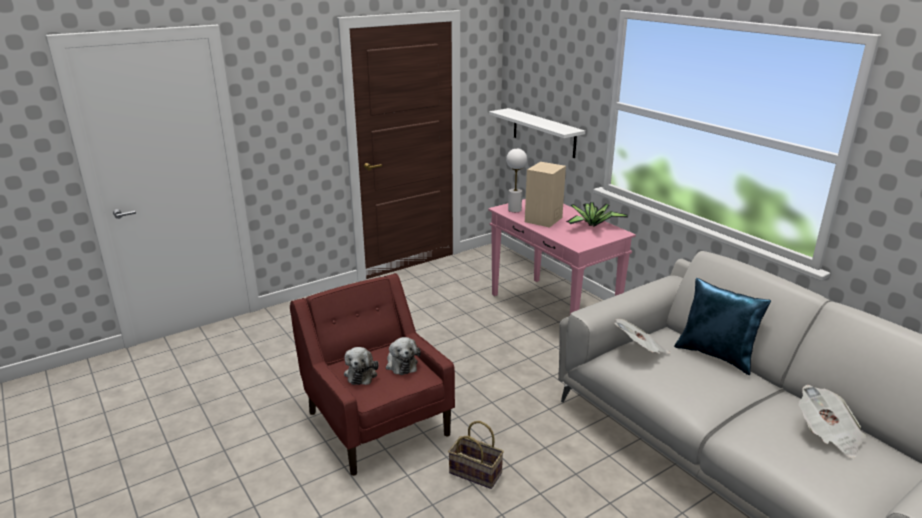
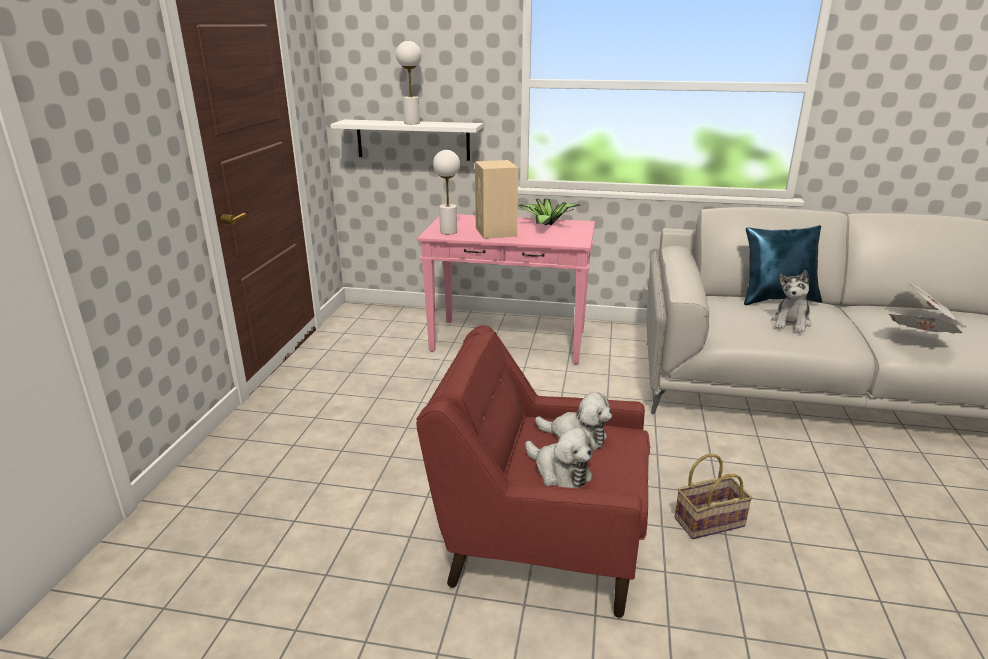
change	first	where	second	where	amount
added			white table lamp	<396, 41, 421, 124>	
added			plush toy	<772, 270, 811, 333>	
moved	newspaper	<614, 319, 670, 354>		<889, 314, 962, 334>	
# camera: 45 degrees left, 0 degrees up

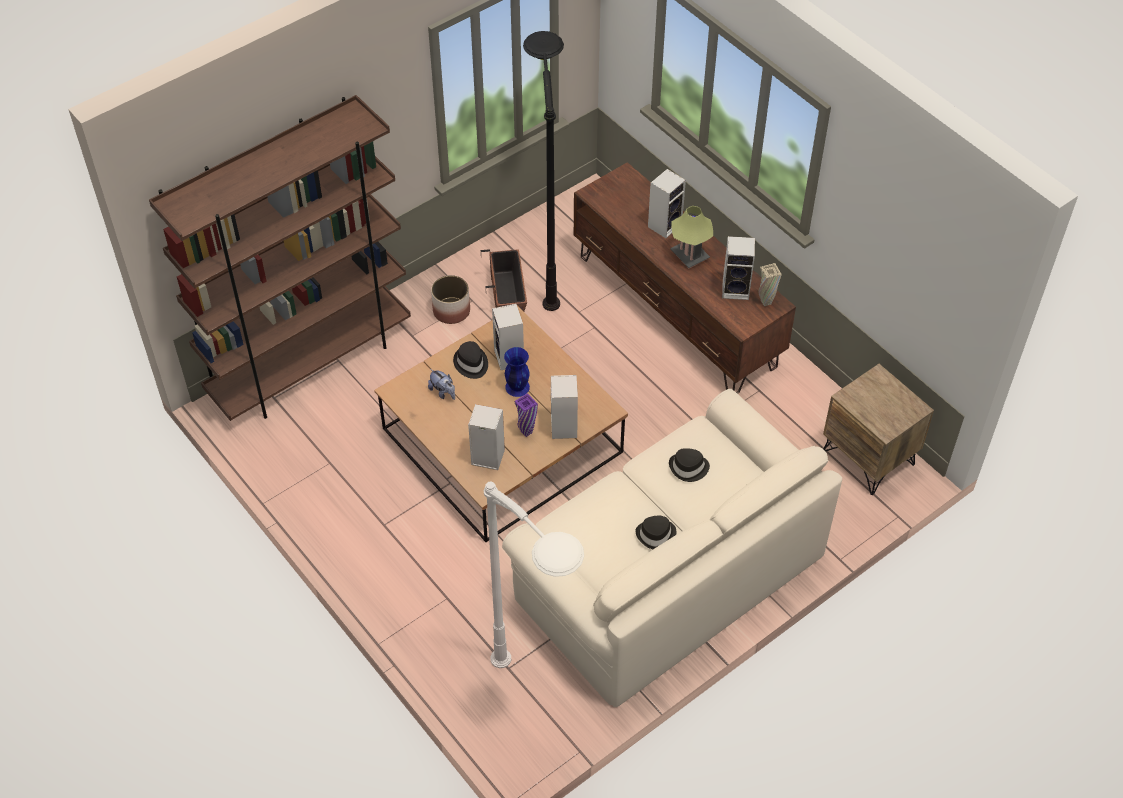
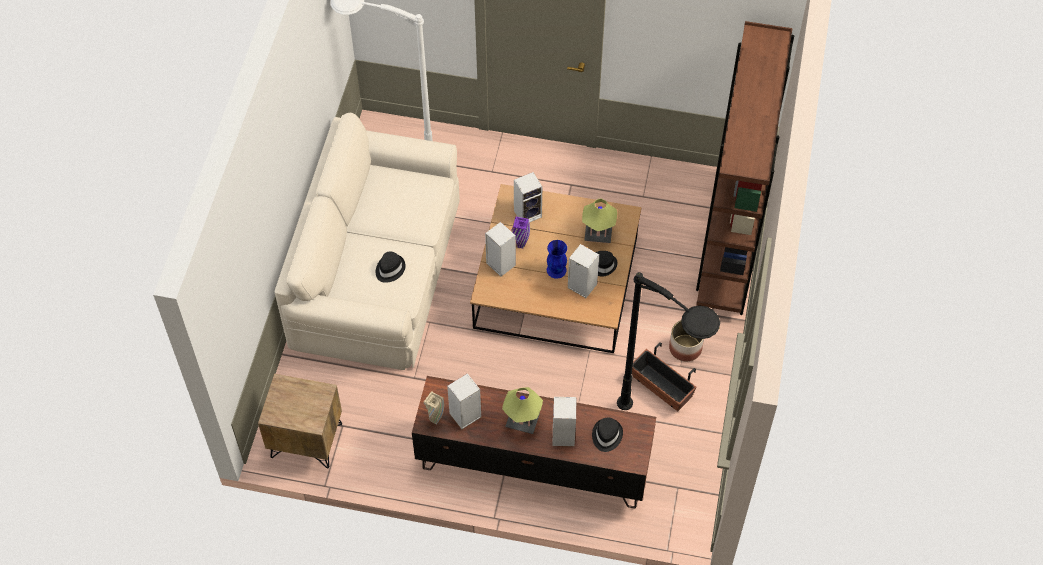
change	first	where	second	where	amount
replaced	plush toy	<428, 369, 455, 400>	table lamp	<582, 198, 617, 243>	
moved	black hat	<635, 516, 676, 549>		<592, 418, 623, 452>	
# camera: 140 degrees right, 5 degrees up

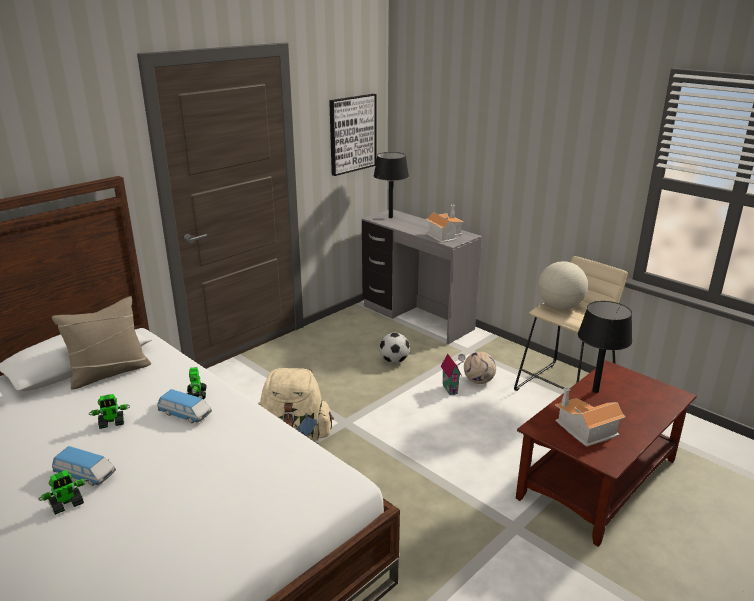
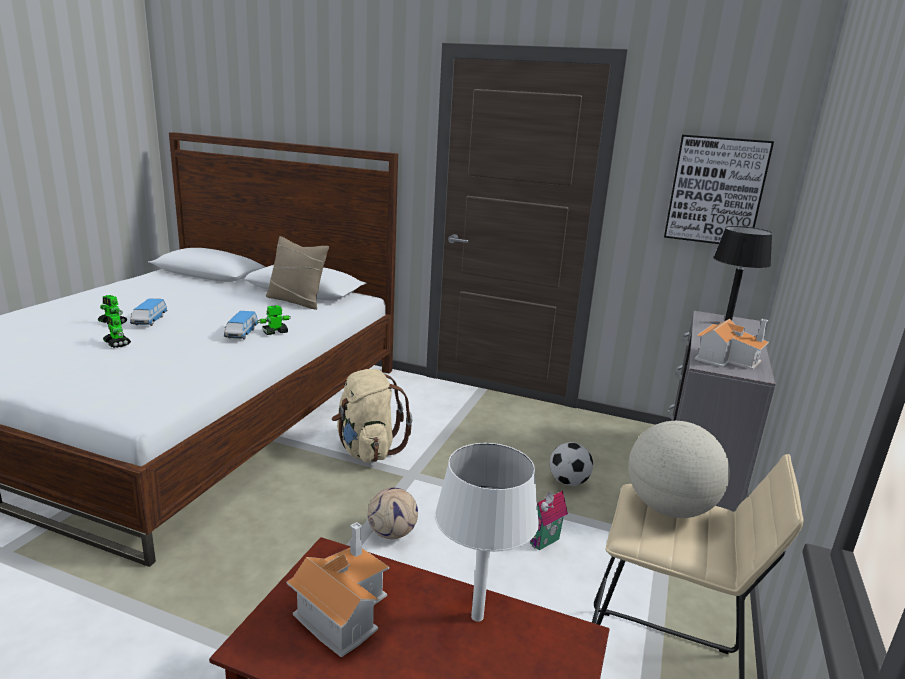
change	first	where	second	where	amount
moved	toy robot	<89, 394, 130, 429>		<103, 314, 131, 348>	
moved	football	<464, 352, 496, 384>		<368, 488, 418, 539>	
recoloured	black table lamp	<578, 301, 632, 393>	white table lamp	<435, 443, 539, 622>	
# camera: 65 degrees right, 5 degrees down

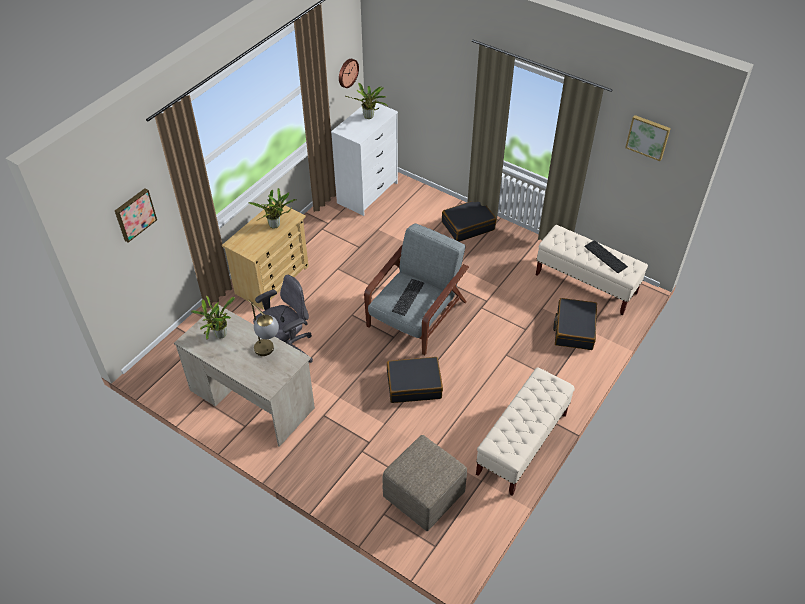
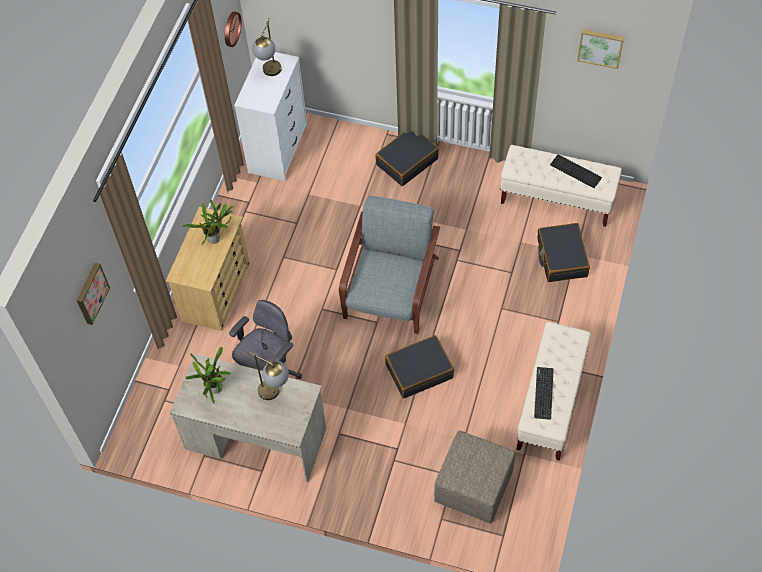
change	first	where	second	where	amount
replaced	potted plant	<346, 83, 388, 119>	table lamp	<252, 18, 282, 76>	
moved	keyboard	<392, 279, 424, 316>		<534, 367, 554, 420>	
# camera: 15 degrees left, 10 degrees up

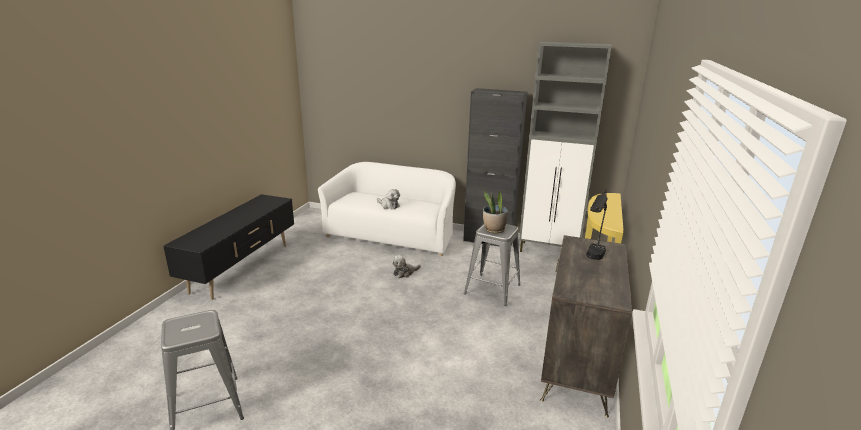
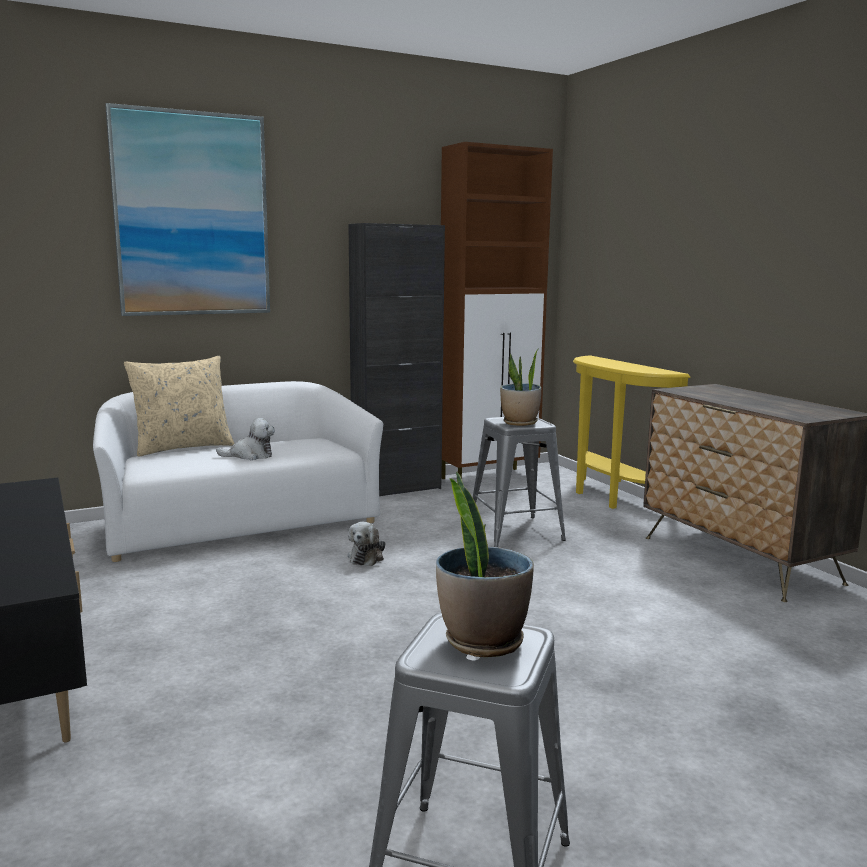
change	first	where	second	where	amount
added			picture	<105, 103, 270, 316>	
added			beige pillow	<124, 356, 235, 457>	
added			potted plant	<436, 472, 534, 657>	
recoloured	grey cabinet	<519, 42, 612, 252>	brown cabinet	<441, 142, 553, 479>	
removed	black table lamp	<586, 189, 608, 260>			
# camera: 45 degrees left, 10 degrees down

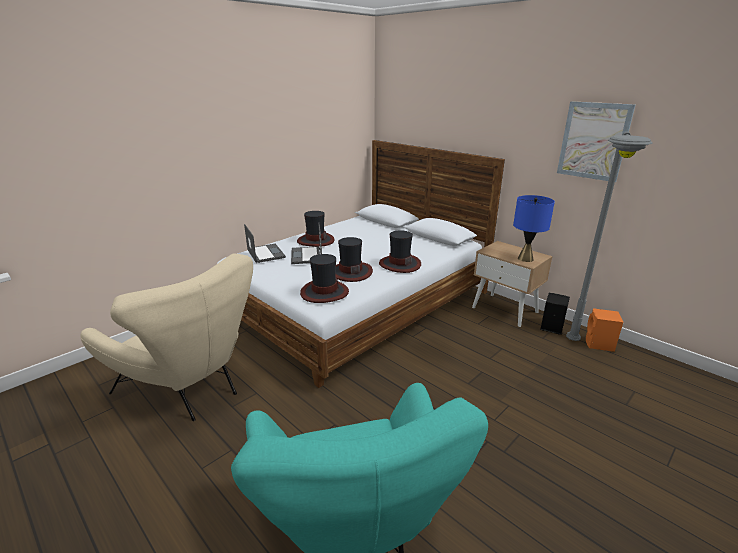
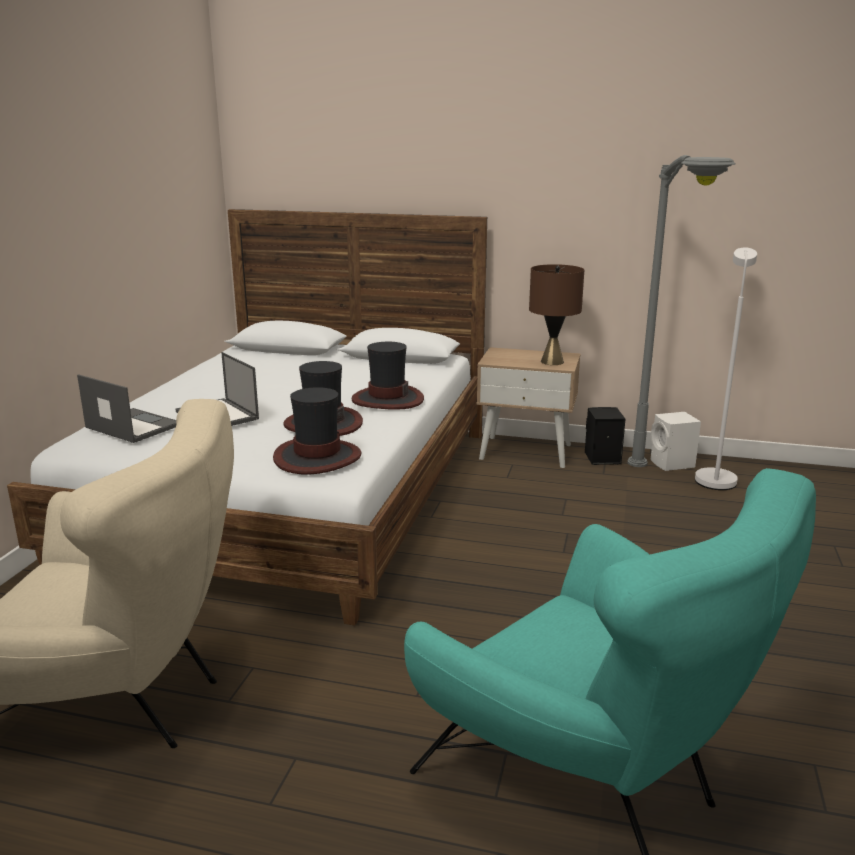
change	first	where	second	where	amount
recoloured	blue table lamp	<513, 195, 555, 262>	brown table lamp	<529, 264, 584, 365>	
recoloured	orange speaker	<586, 308, 623, 352>	white speaker	<651, 412, 701, 471>	
added			white floor lamp	<695, 247, 757, 490>	
removed	hat	<297, 211, 335, 247>			
removed	picture	<557, 101, 636, 182>			
# camera: 30 degrees left, 5 degrees down

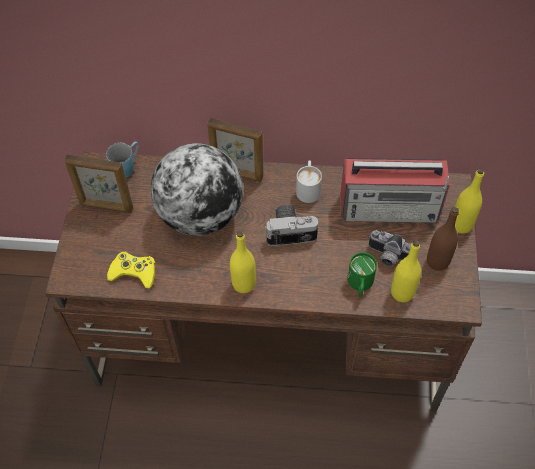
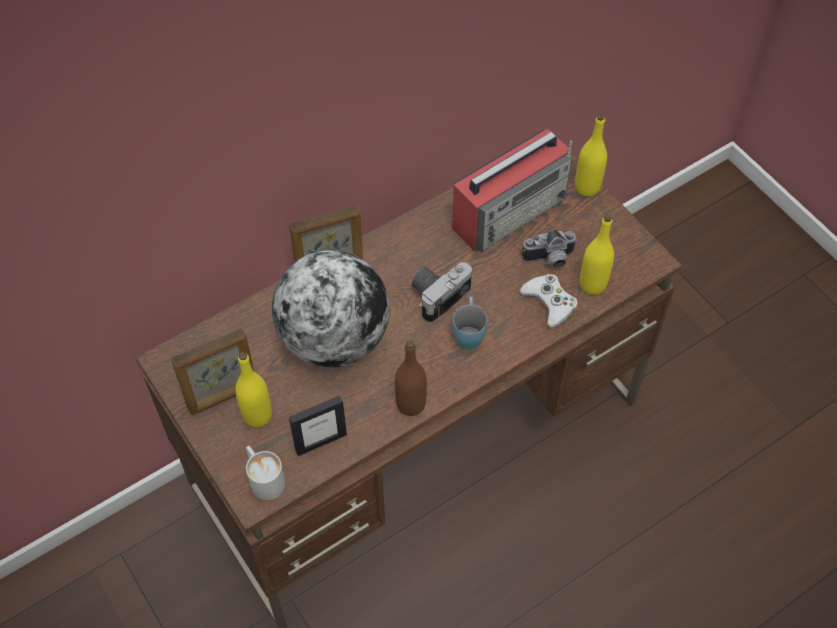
change	first	where	second	where	amount
moved	yellow bottle	<230, 231, 256, 293>		<235, 352, 272, 428>	
moved	white mug	<296, 160, 322, 203>		<246, 446, 285, 500>	
replaced	yellow game controller	<107, 252, 156, 288>	picture frame	<289, 396, 347, 456>	
moved	brown bottle	<427, 207, 459, 271>		<395, 340, 427, 416>	
moved	blue mug	<106, 141, 139, 177>		<452, 297, 488, 350>	
replaced	green mug	<347, 252, 377, 297>	white game controller	<519, 274, 578, 328>	
# camera: 40 degrees left, 0 degrees up

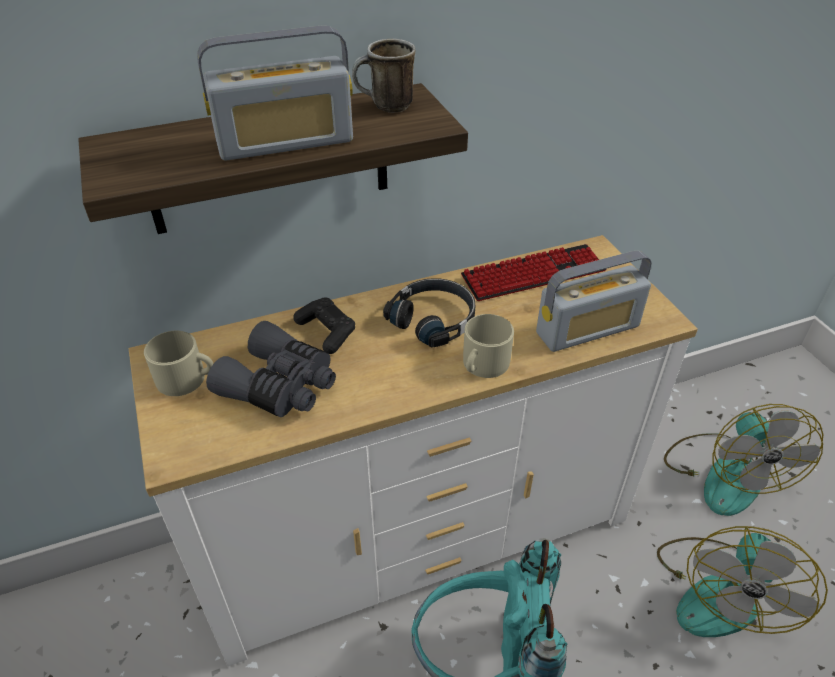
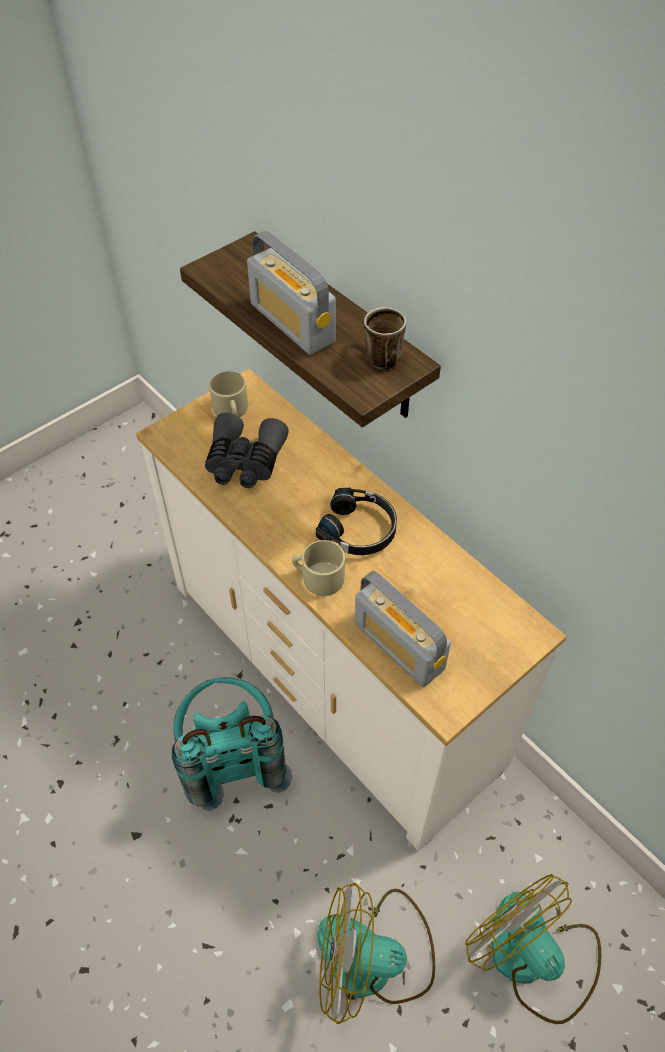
change	first	where	second	where	amount
turned	fan	<664, 404, 823, 516>		<465, 874, 601, 1024>	75 degrees clockwise
removed	black game controller	<293, 298, 355, 354>			
removed	keyboard	<461, 244, 606, 301>			
# camera: 70 degrees right, 10 degrees up

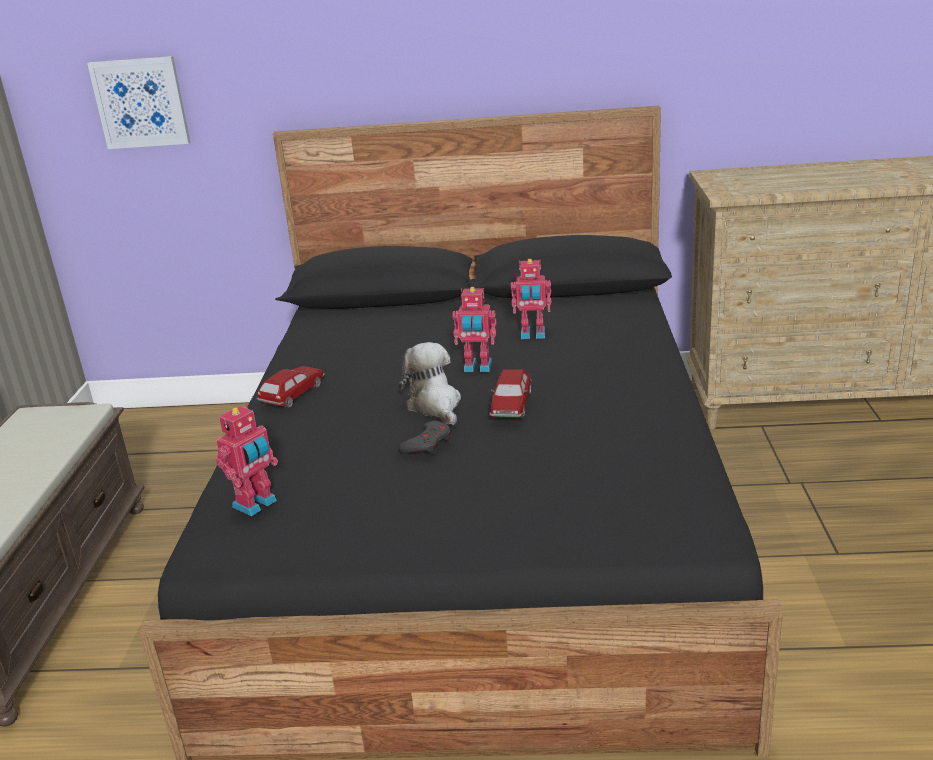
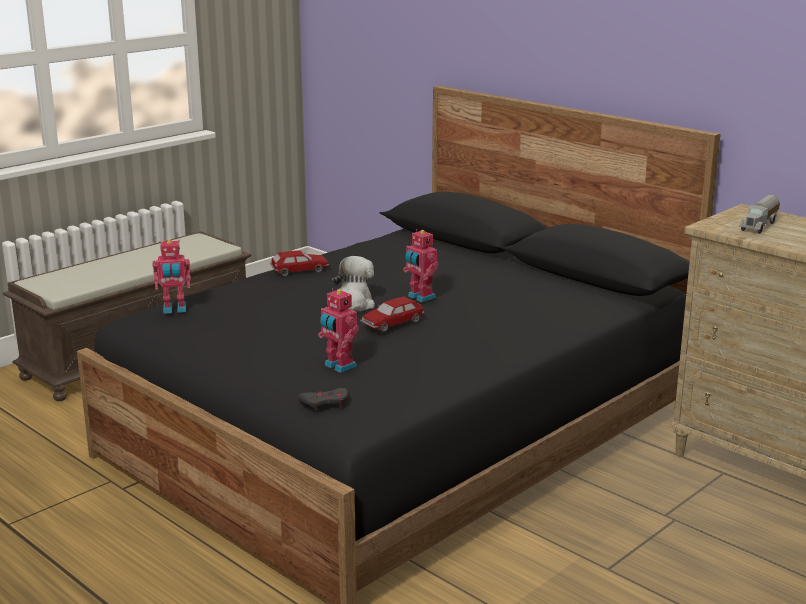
change	first	where	second	where	amount
moved	grey game controller	<399, 421, 451, 454>		<298, 388, 348, 411>	
moved	toy robot	<511, 259, 552, 339>		<318, 288, 359, 373>	
added			toy truck	<739, 195, 780, 234>	
removed	picture	<87, 56, 190, 149>			
# camera: 40 degrees right, 5 degrees down

